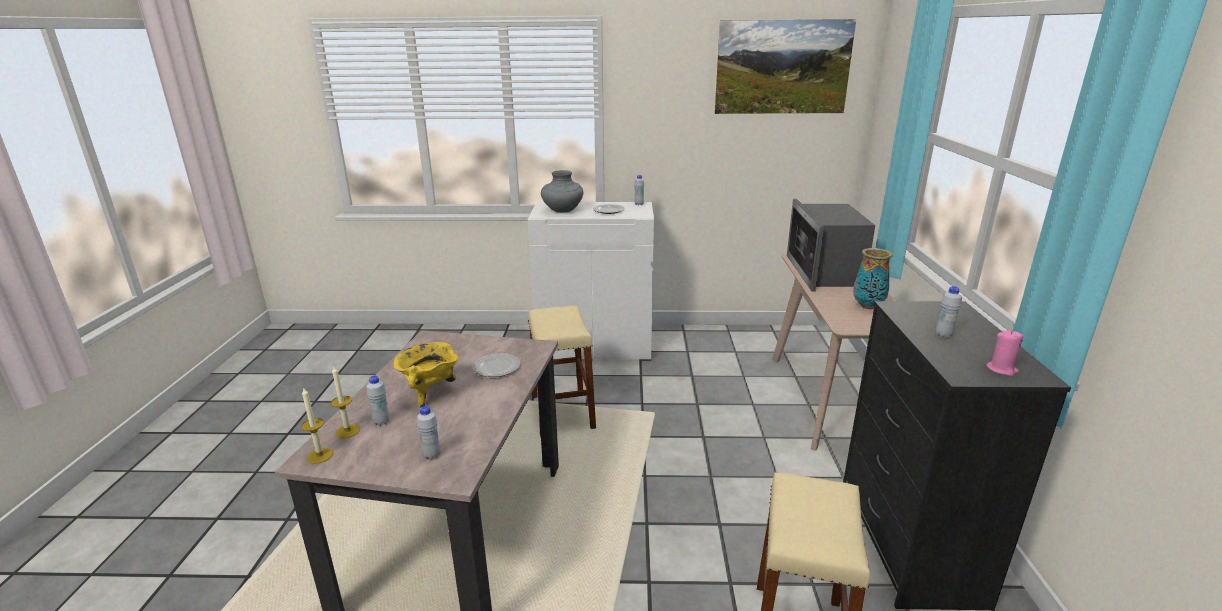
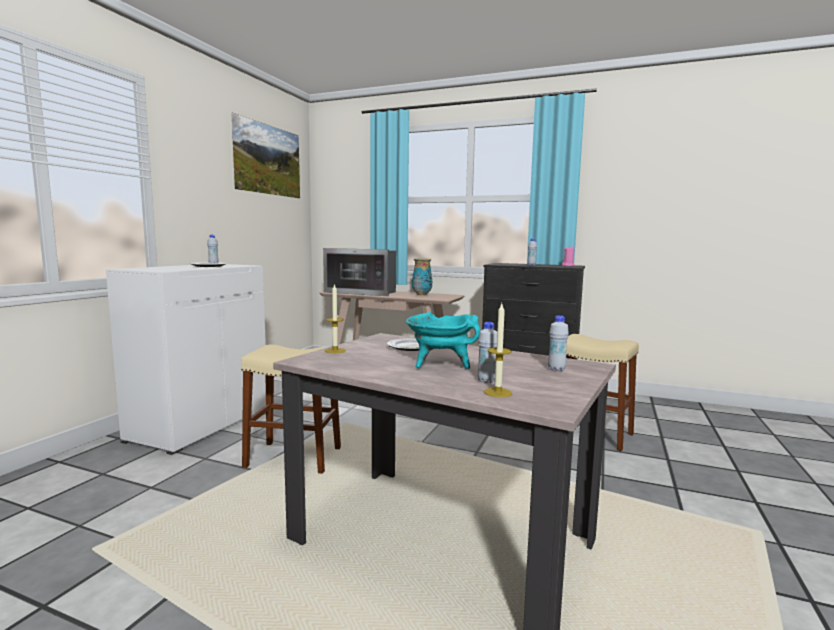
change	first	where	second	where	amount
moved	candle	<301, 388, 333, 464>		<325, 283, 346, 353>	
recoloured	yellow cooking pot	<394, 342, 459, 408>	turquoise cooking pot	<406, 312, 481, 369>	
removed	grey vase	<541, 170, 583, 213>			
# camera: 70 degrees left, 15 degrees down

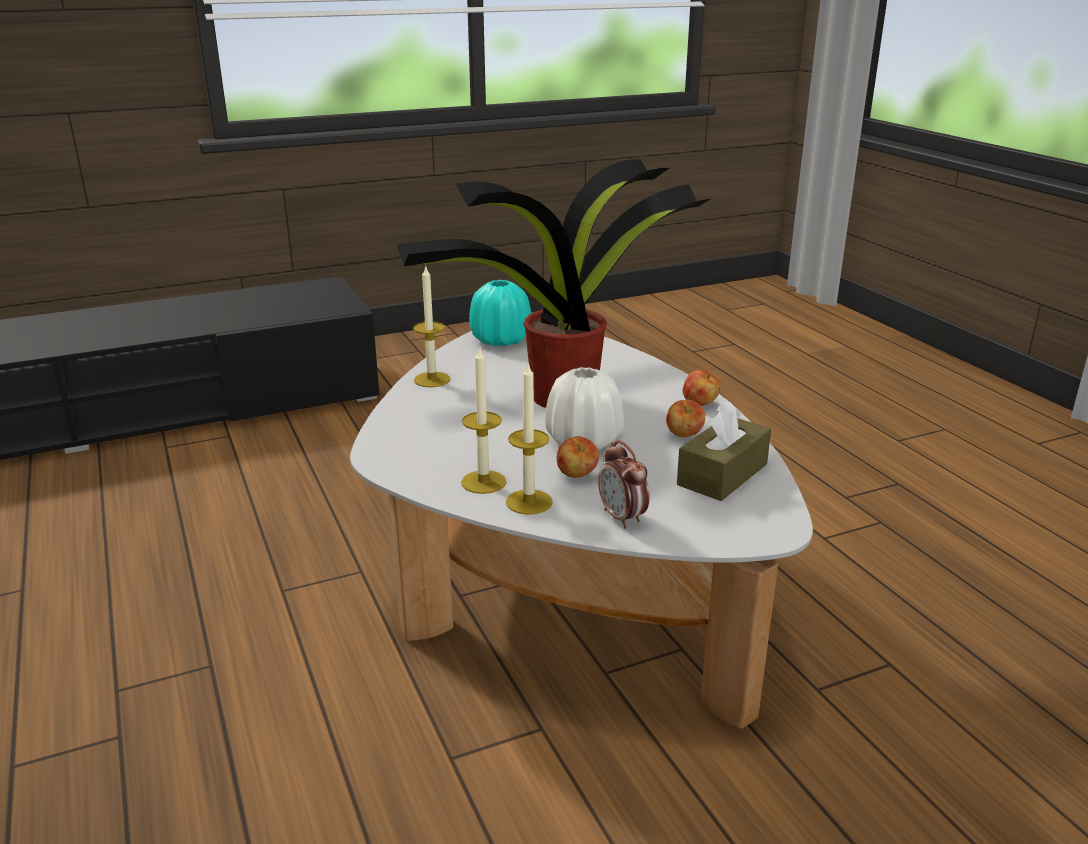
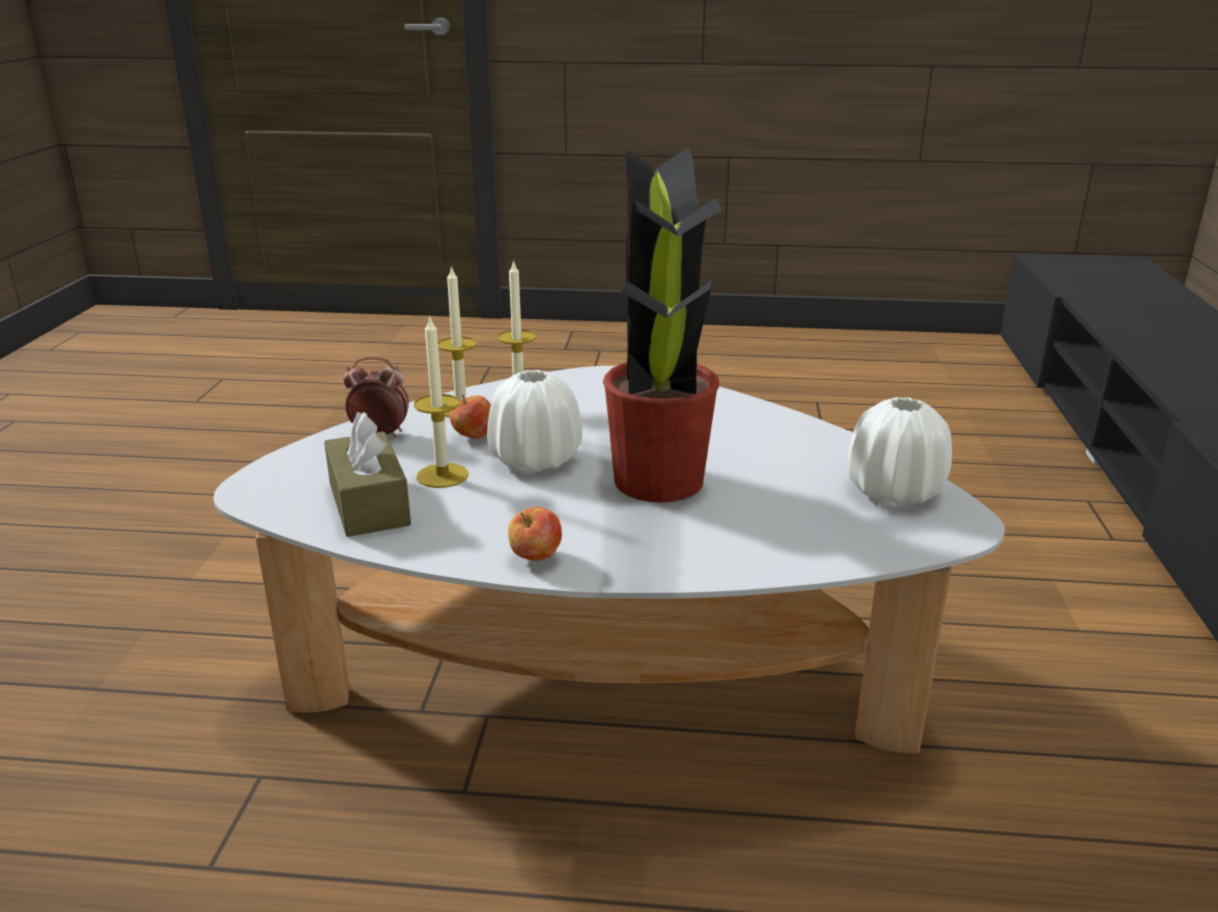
change	first	where	second	where	amount
moved	candle	<413, 265, 450, 387>		<414, 315, 468, 488>	
recoloured	turquoise vase	<469, 280, 531, 346>	white vase	<848, 397, 952, 506>	
removed	apple	<666, 400, 705, 437>			
# camera: 120 degrees right, 0 degrees up

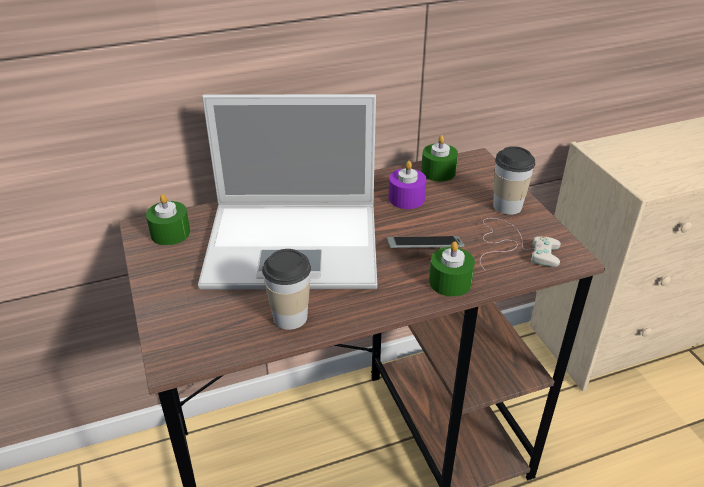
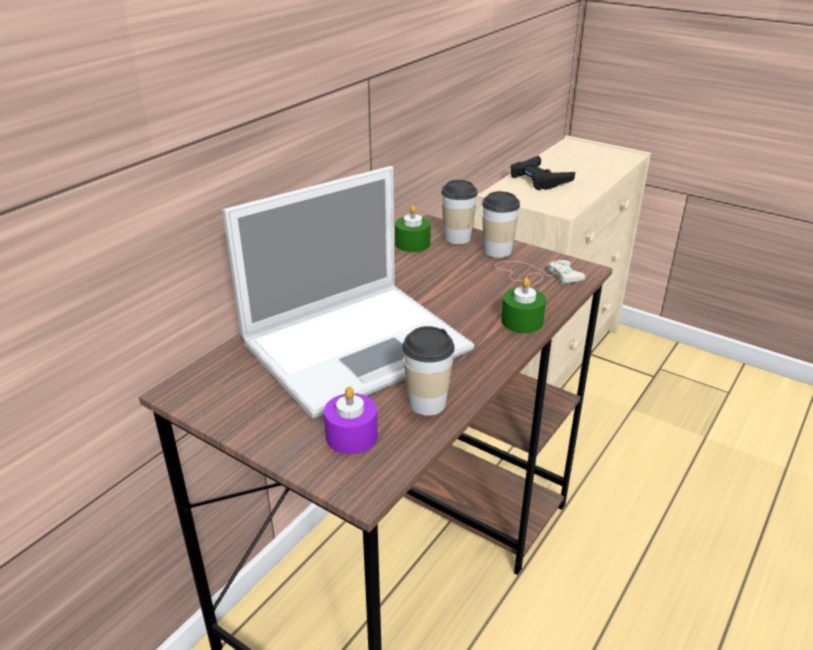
change	first	where	second	where	amount
moved	purple candle	<388, 161, 427, 209>		<324, 386, 378, 454>	
added			cup	<441, 180, 478, 244>	
added			black game controller	<511, 156, 575, 190>	
removed	green candle	<146, 194, 190, 245>			
removed	phone	<387, 236, 464, 248>			
# camera: 35 degrees left, 5 degrees down

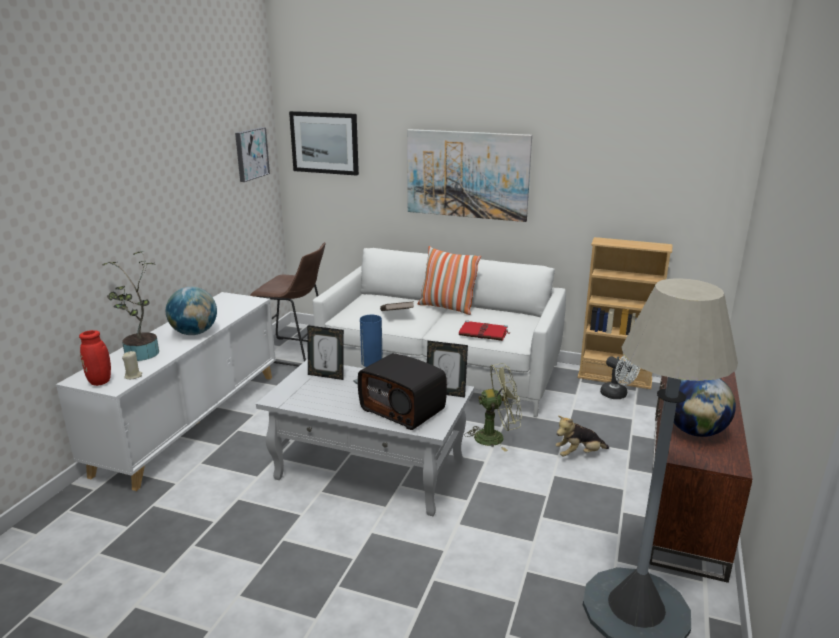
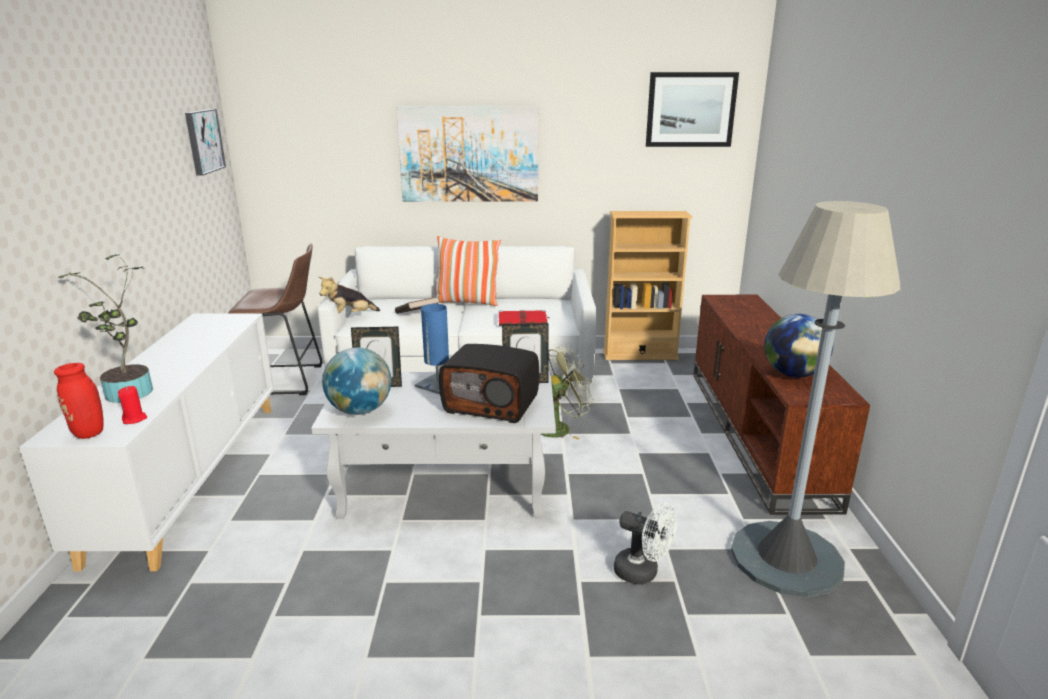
change	first	where	second	where	amount
recoloured	beige candle	<122, 351, 142, 379>	red candle	<118, 386, 147, 424>	
moved	plush toy	<555, 415, 609, 457>		<319, 277, 380, 313>	
moved	globe	<166, 287, 217, 335>		<322, 347, 391, 415>	
moved	white fan	<600, 356, 640, 399>		<614, 503, 677, 585>	
moved	picture	<289, 111, 359, 176>		<646, 72, 739, 147>	
# camera: 20 degrees left, 0 degrees up

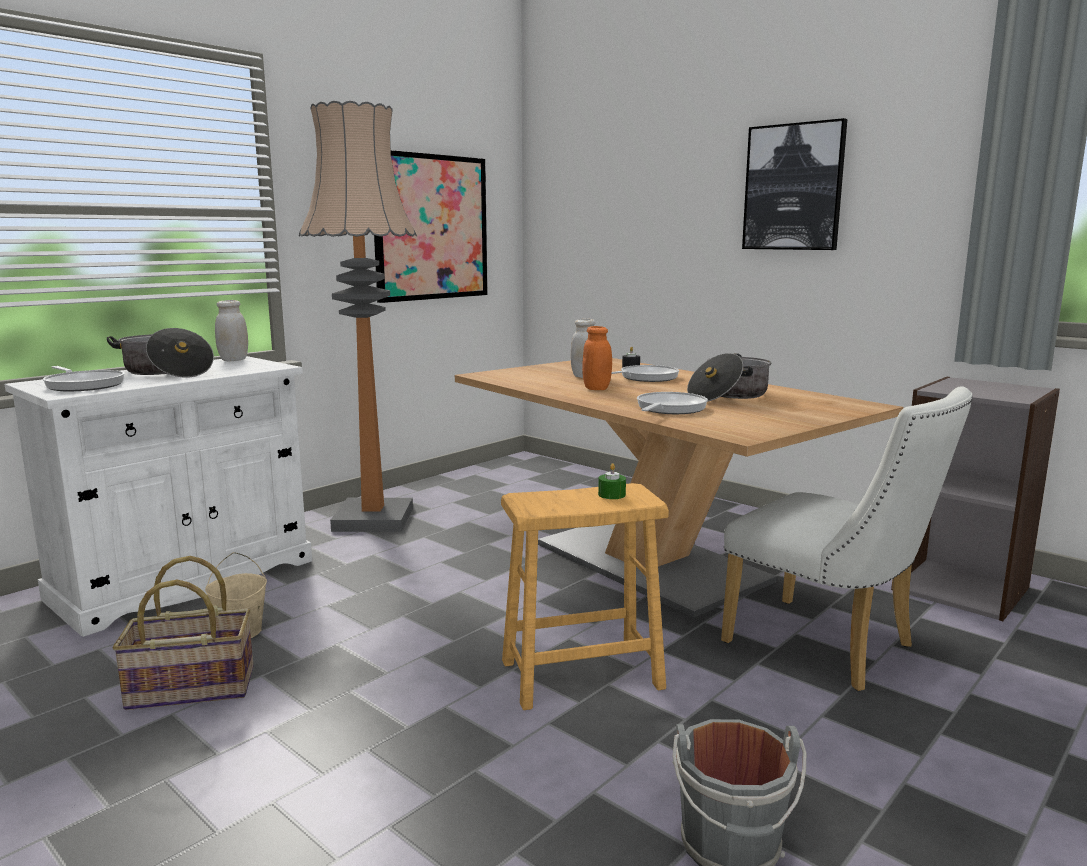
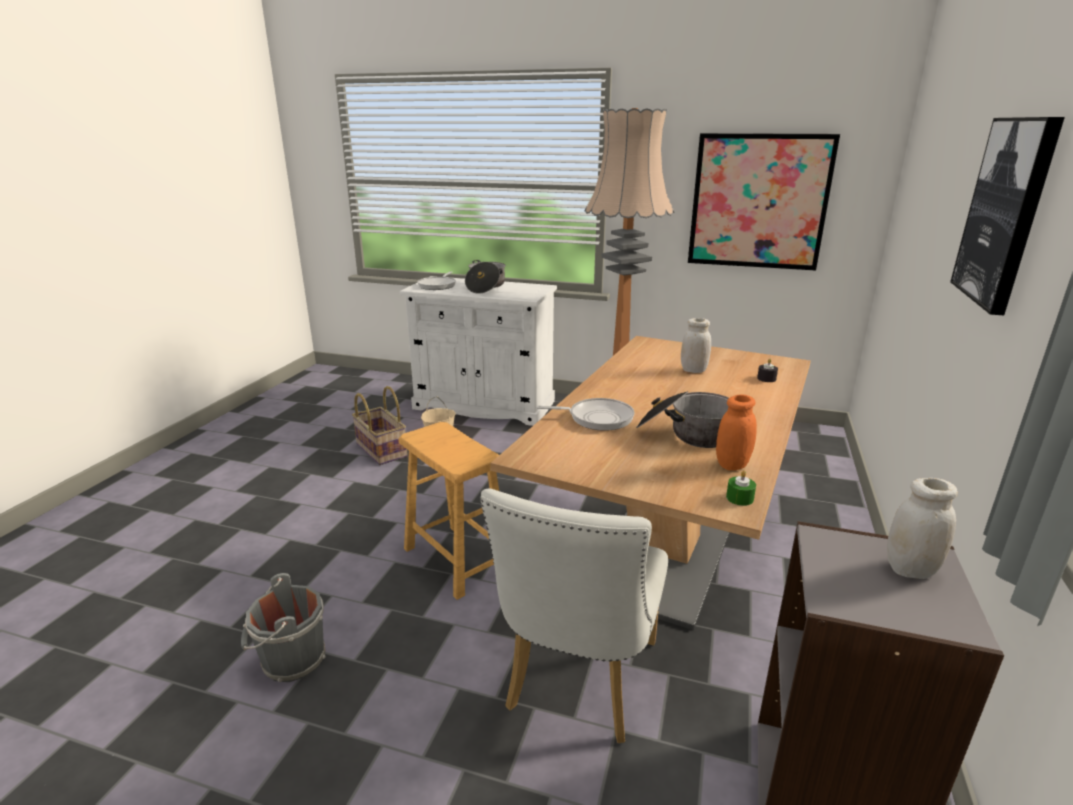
change	first	where	second	where	amount
moved	orange jar	<582, 326, 612, 390>		<716, 394, 757, 471>	
moved	green candle	<598, 463, 626, 499>		<726, 471, 756, 506>	
moved	white jar	<215, 300, 248, 361>		<887, 478, 958, 579>	
removed	frying pan	<611, 365, 679, 382>			
# camera: 65 degrees right, 10 degrees up

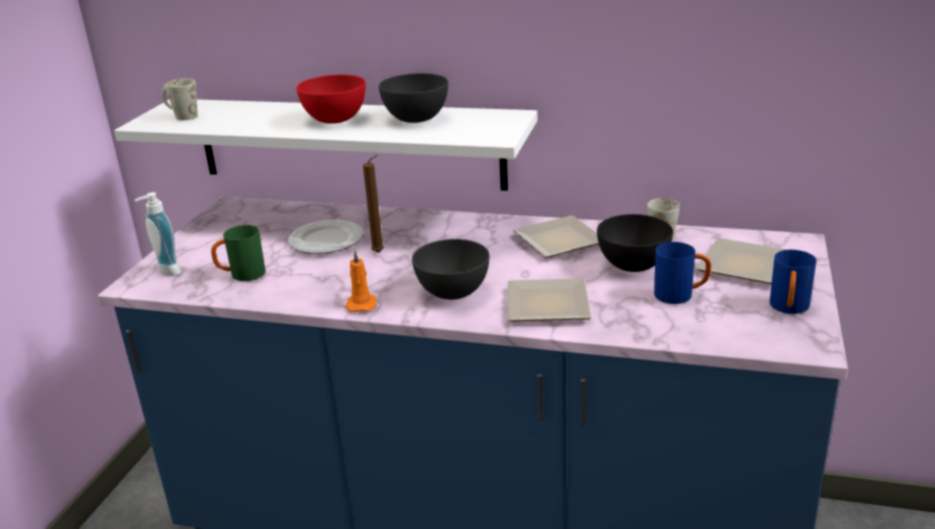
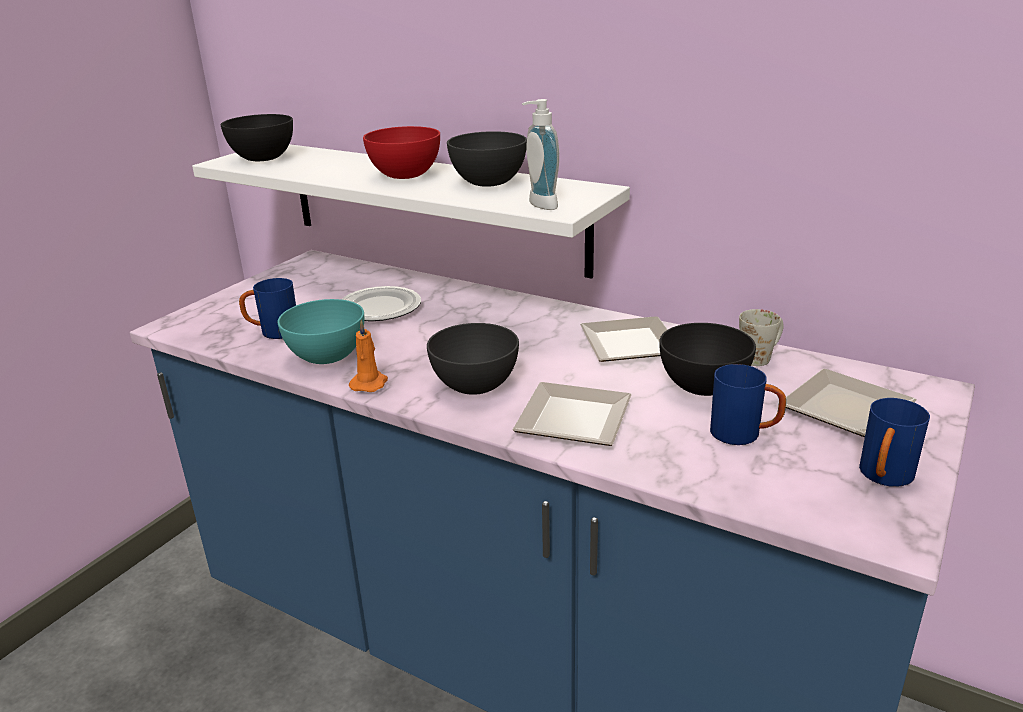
change	first	where	second	where	amount
replaced	white mug	<161, 78, 198, 120>	black bowl	<221, 114, 293, 161>	
recoloured	green mug	<211, 225, 265, 281>	blue mug	<239, 278, 296, 339>	
added			turquoise bowl	<278, 299, 364, 364>	
moved	soap dispenser	<135, 192, 181, 276>		<522, 99, 559, 210>	
removed	brown candle	<363, 155, 384, 253>			
# camera: 15 degrees right, 0 degrees up

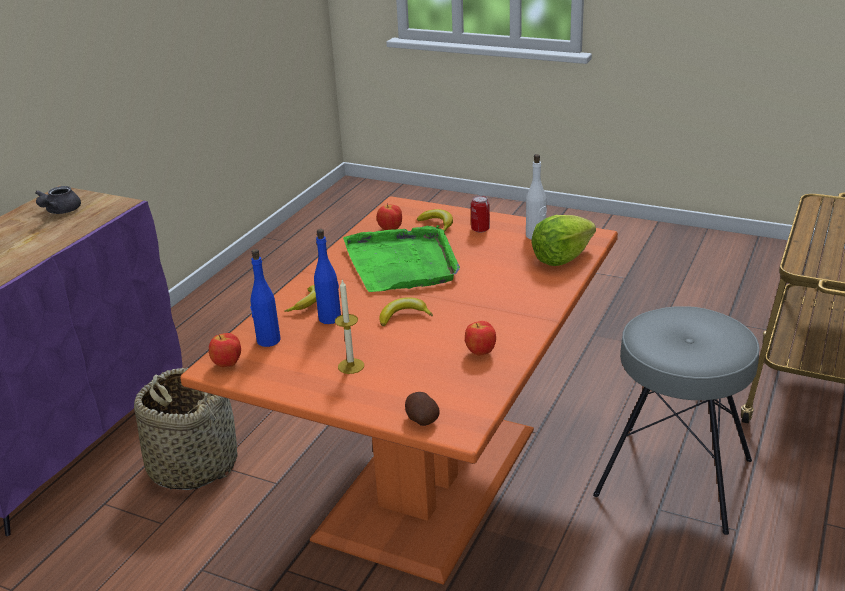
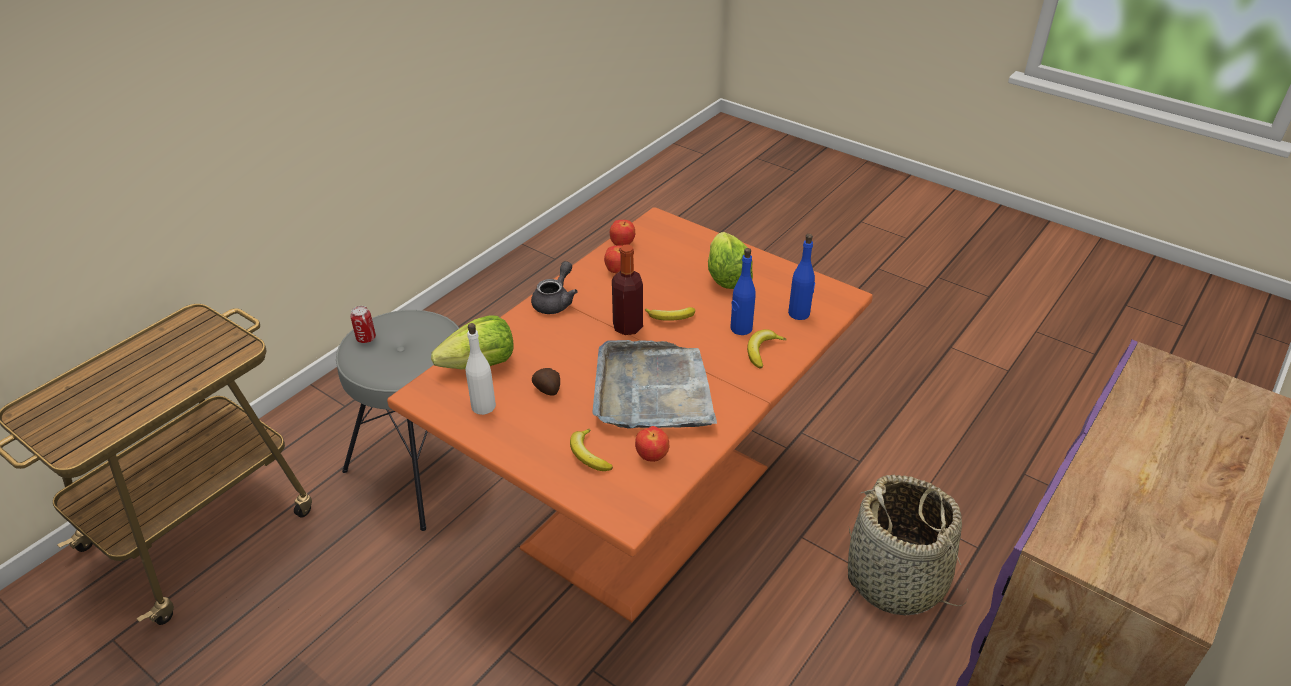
change	first	where	second	where	amount
moved	can	<471, 195, 490, 233>		<351, 306, 376, 343>	
moved	grey teapot	<35, 186, 81, 214>		<531, 261, 578, 314>	
moved	potato	<405, 392, 440, 426>		<532, 368, 560, 396>	
recoloured	green tray	<343, 225, 460, 292>	grey tray	<592, 340, 717, 428>	
moved	apple	<209, 333, 241, 367>		<610, 220, 635, 246>	
added			bottle	<612, 244, 643, 335>	
replaced	candle	<335, 280, 364, 374>	lettuce	<708, 232, 753, 289>	
# camera: 170 degrees left, 10 degrees up

